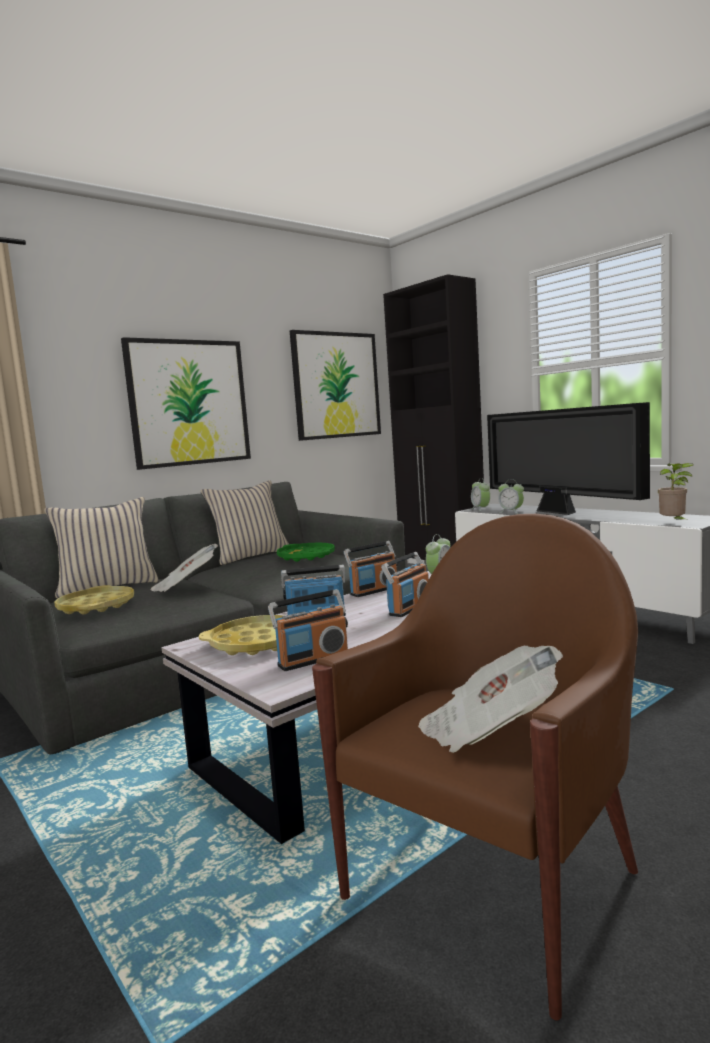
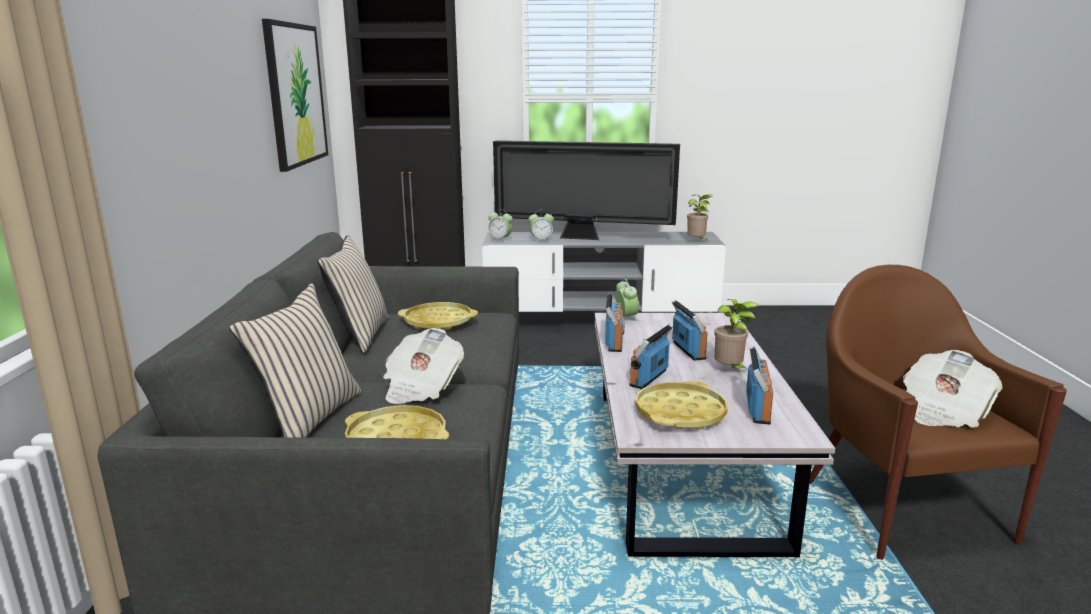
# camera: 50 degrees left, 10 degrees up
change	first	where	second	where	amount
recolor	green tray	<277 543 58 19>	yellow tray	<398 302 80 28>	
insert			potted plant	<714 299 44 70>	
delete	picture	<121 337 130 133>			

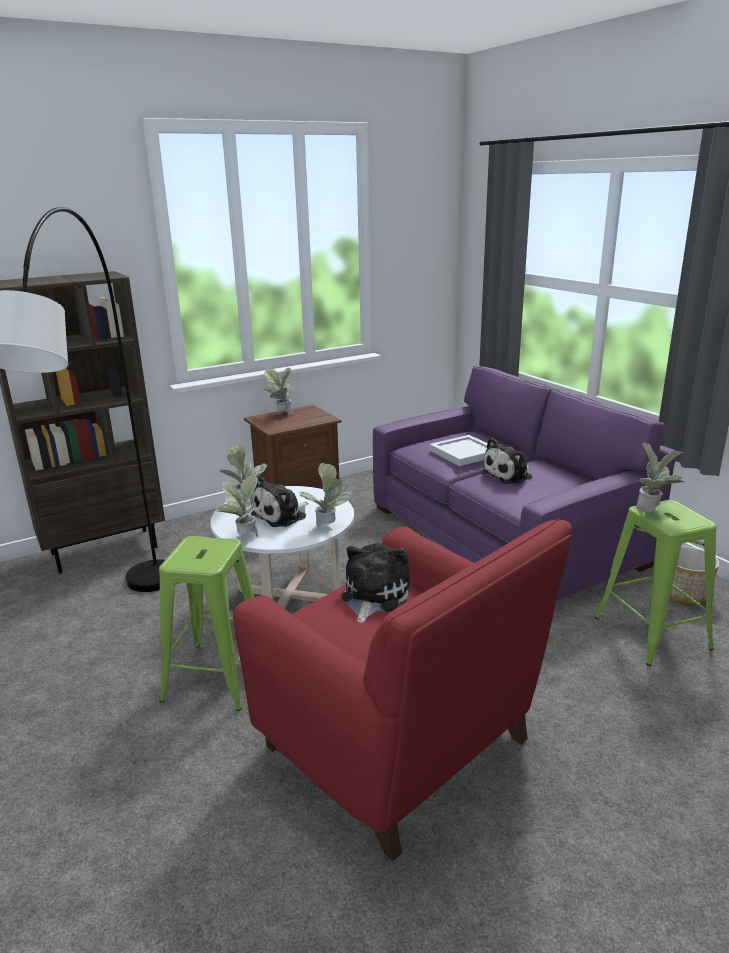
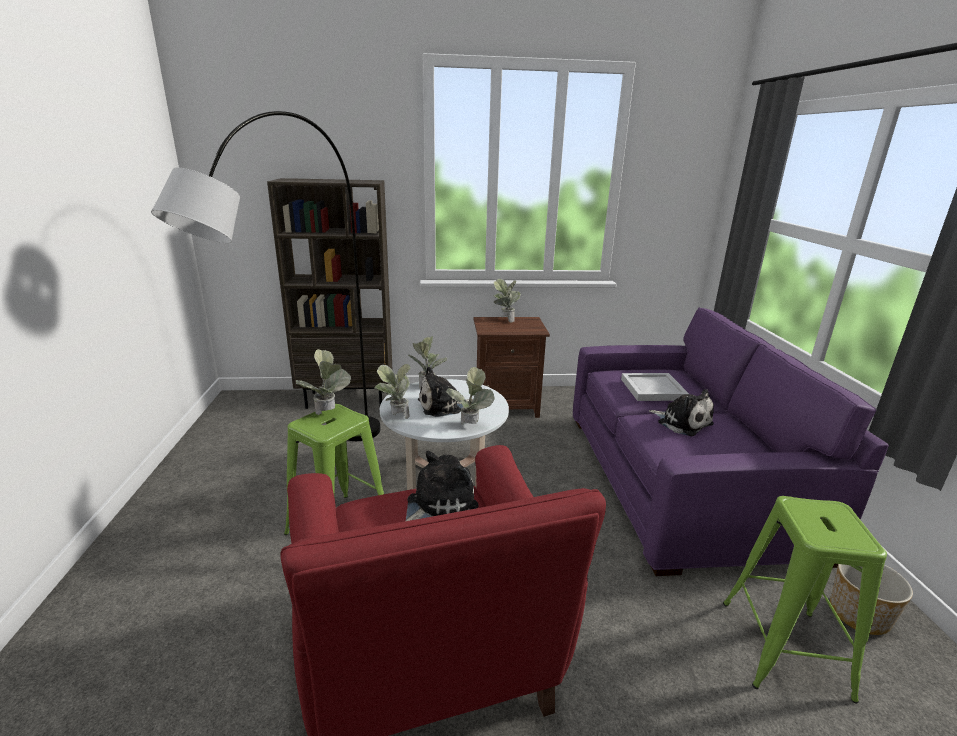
# camera: 25 degrees right, 0 degrees up
change	first	where	second	where	amount
move	potted plant	<636 443 49 69>		<296 349 55 66>	
rotate	plush toy	<481 438 51 46>		<649 389 65 47>	120 degrees counterclockwise

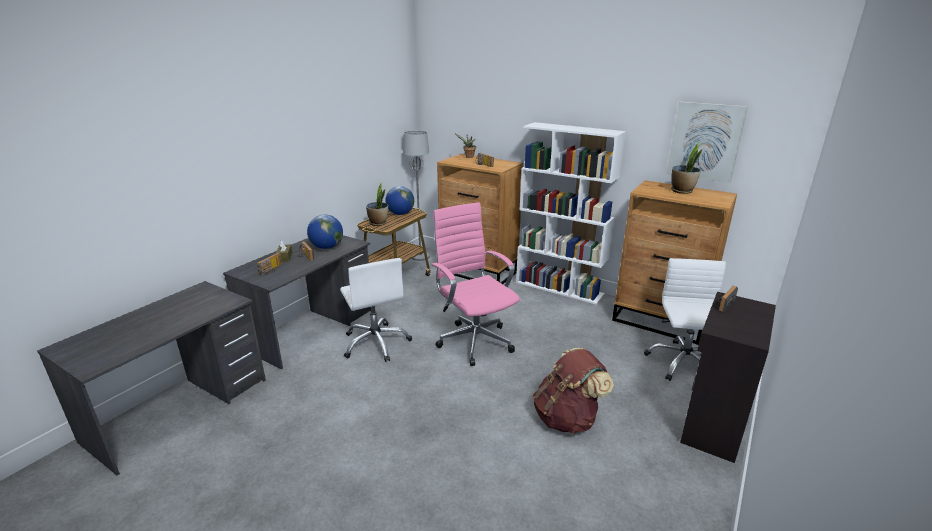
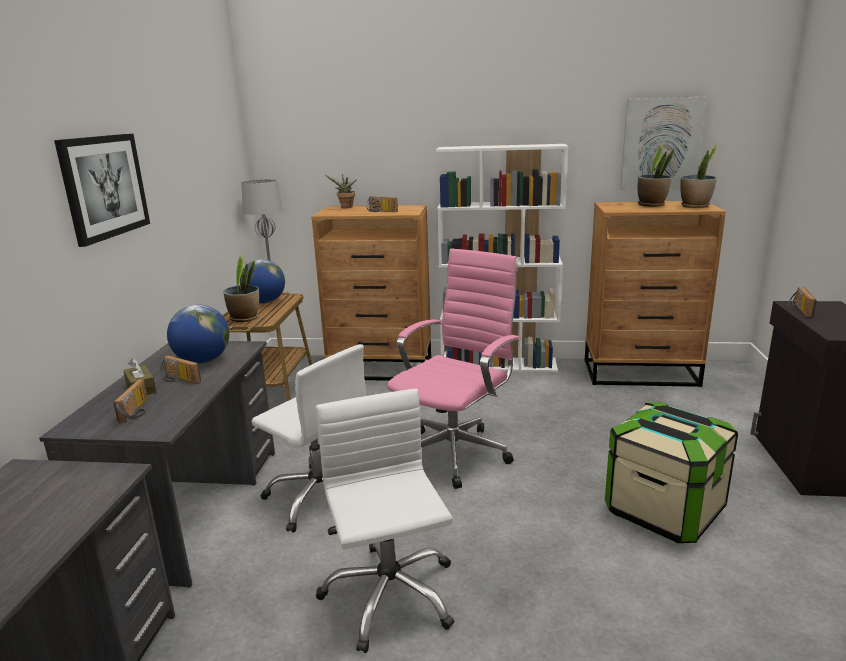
# camera: 25 degrees left, 5 degrees down
change	first	where	second	where	amount
insert			picture	<54 134 96 113>	
move	white office chair	<644 258 82 123>		<316 389 139 264>	
rotate	pink office chair	<431 202 89 164>		<387 248 134 241>	90 degrees clockwise
replace	brown backpack	<533 348 81 86>	storage box	<605 402 133 141>	
insert			potted plant	<681 144 37 64>	

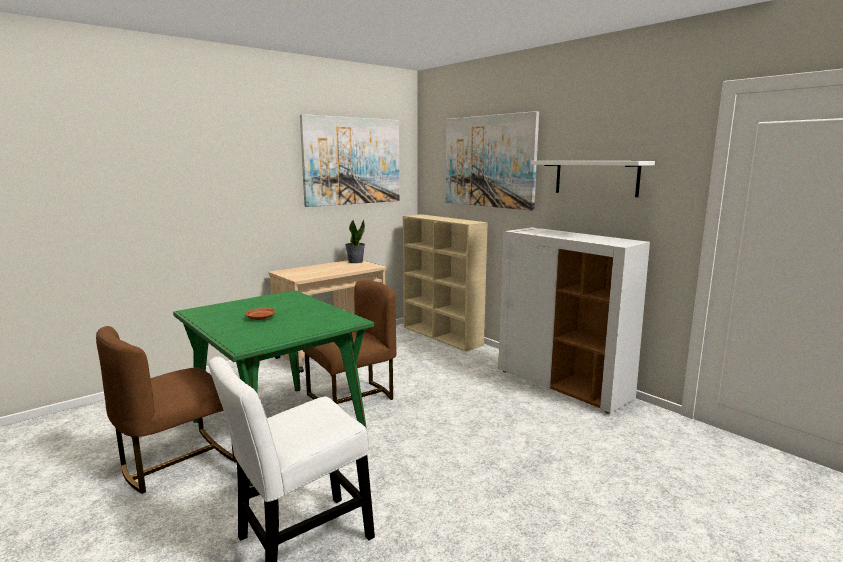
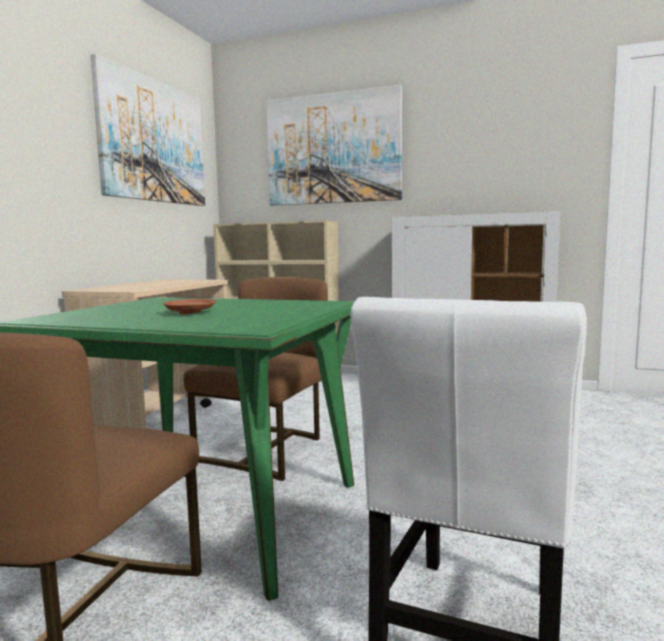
# camera: 30 degrees left, 5 degrees down
change	first	where	second	where	amount
delete	potted plant	<345 220 20 43>			
delete	white shelf	<531 161 124 36>			

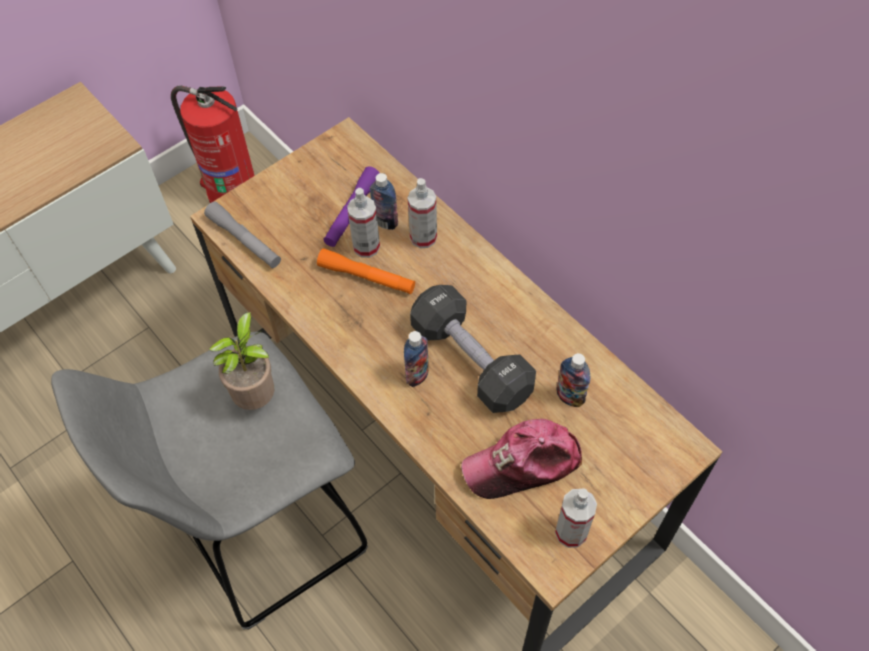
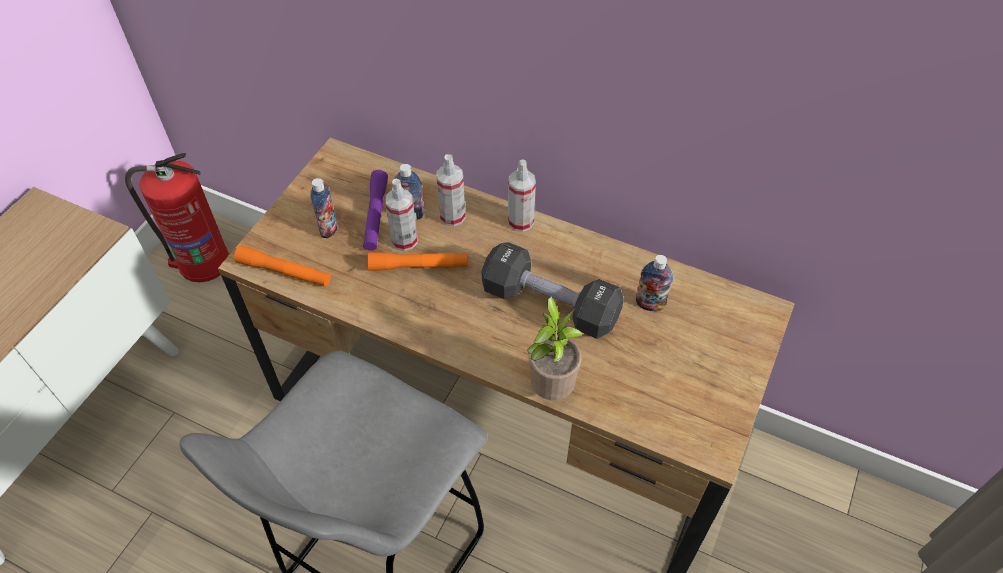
# camera: 25 degrees left, 5 degrees down
change	first	where	second	where	amount
recolor	grey flashlight	<204 202 77 66>	orange flashlight	<234 245 97 42>	
move	bottle	<404 331 25 56>		<311 178 27 60>	
move	spray bottle	<555 488 42 60>		<508 159 28 73>	
move	potted plant	<209 312 65 98>		<527 296 57 104>	
delete	cap	<461 419 121 80>			

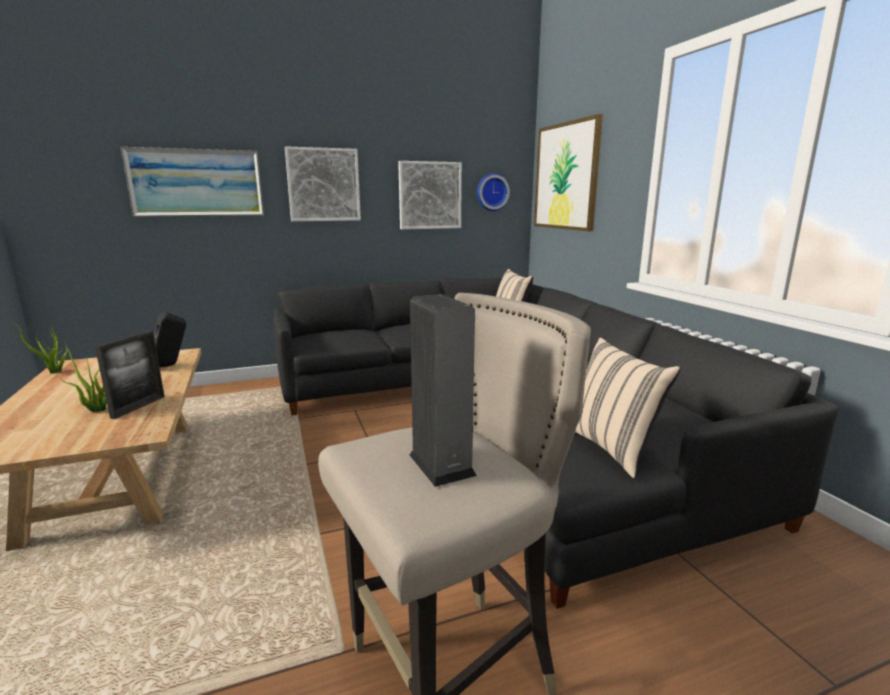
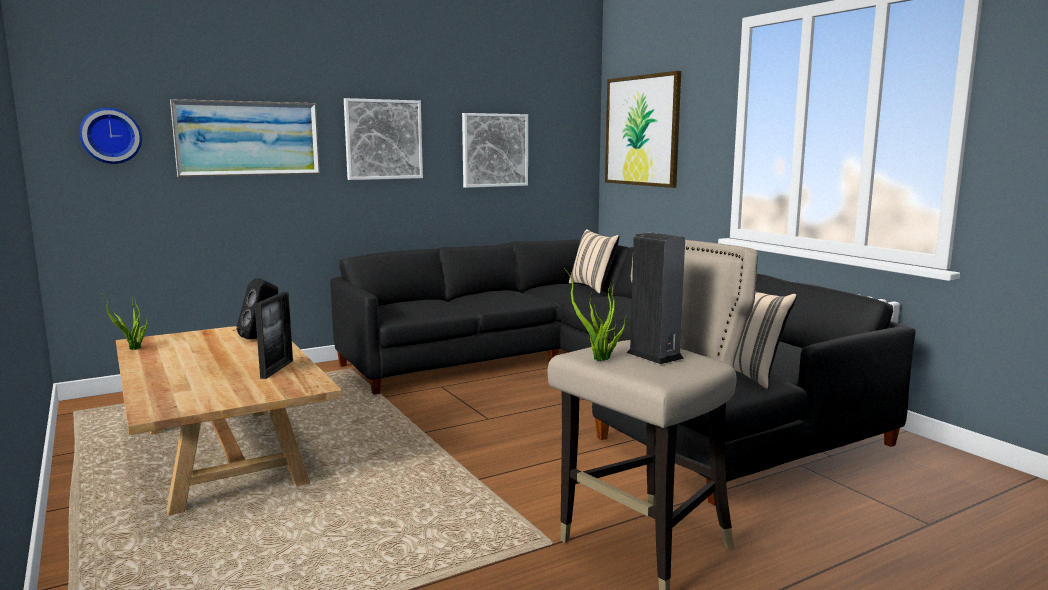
# camera: 10 degrees left, 5 degrees down
change	first	where	second	where	amount
move	wall clock	<477 173 33 38>		<79 108 63 56>	
move	potted plant	<59 344 48 68>		<564 268 61 93>	

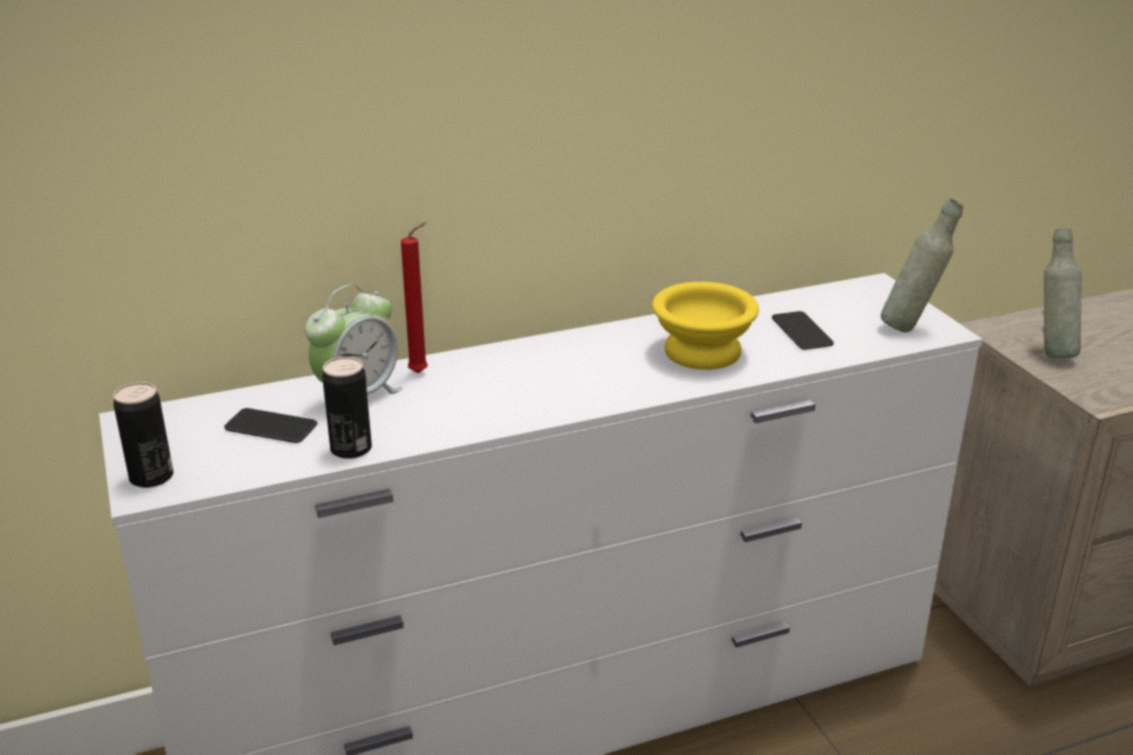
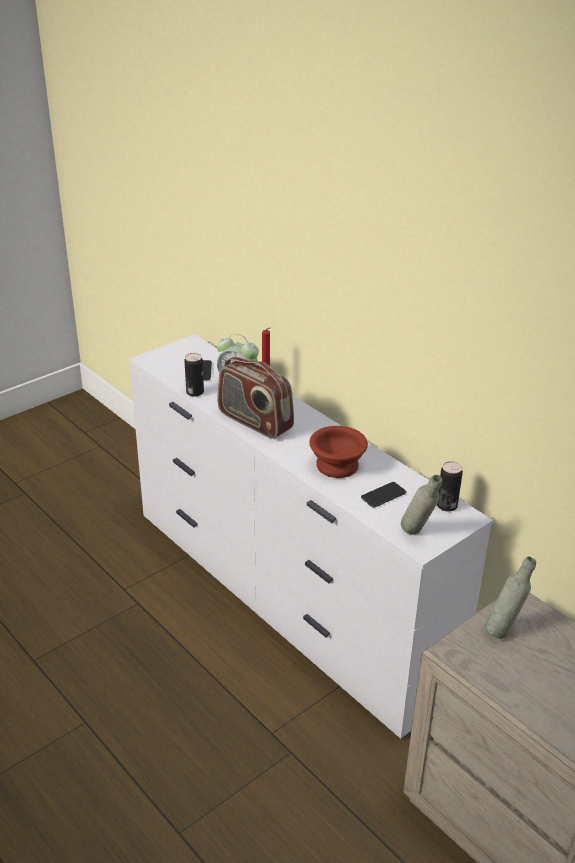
# camera: 70 degrees right, 5 degrees up
change	first	where	second	where	amount
insert			radio	<217 357 77 82>	
recolor	yellow bowl	<652 282 107 88>	brown bowl	<309 426 59 52>	
move	can	<113 382 60 106>		<437 461 26 50>	

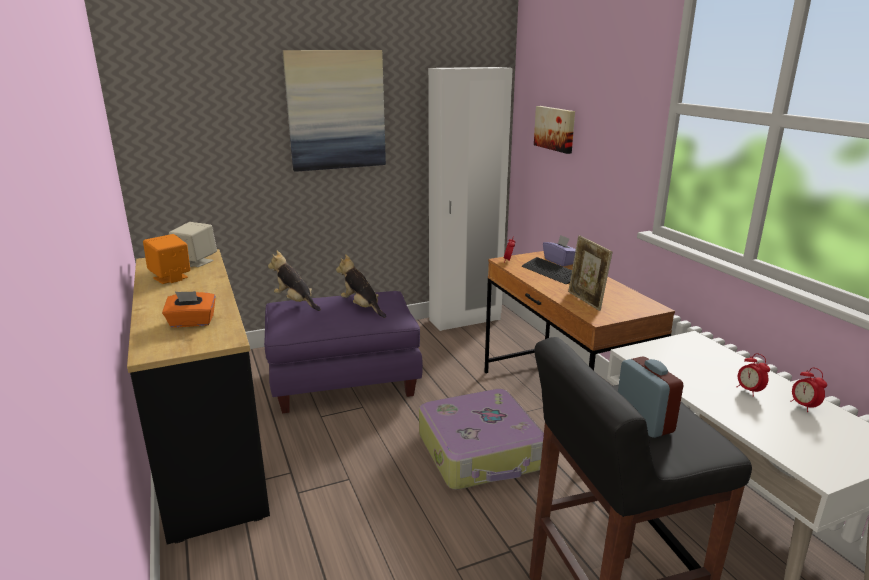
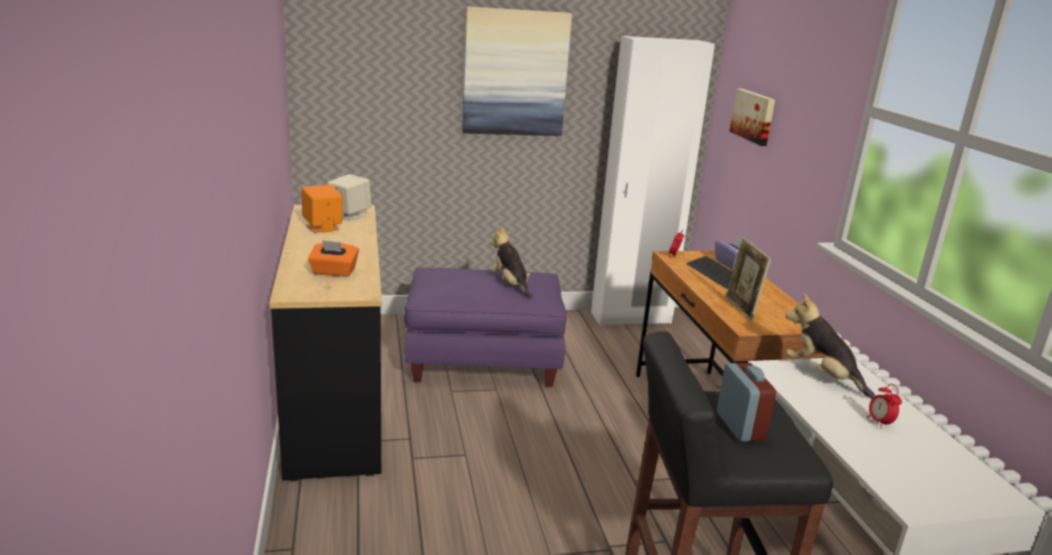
# camera: 10 degrees right, 0 degrees up
change	first	where	second	where	amount
move	plush toy	<268 251 53 60>		<785 293 90 106>	
delete	suitcase	<419 389 125 101>			
delete	alarm clock	<790 368 37 44>			

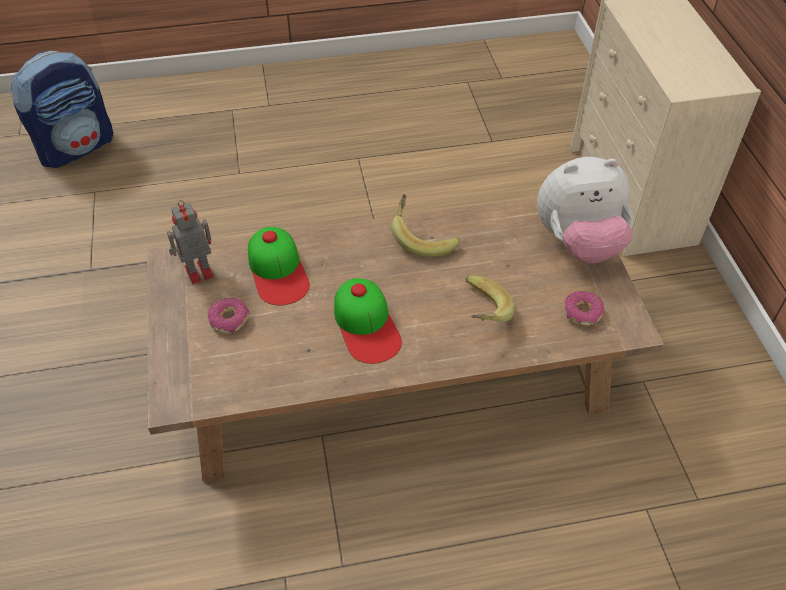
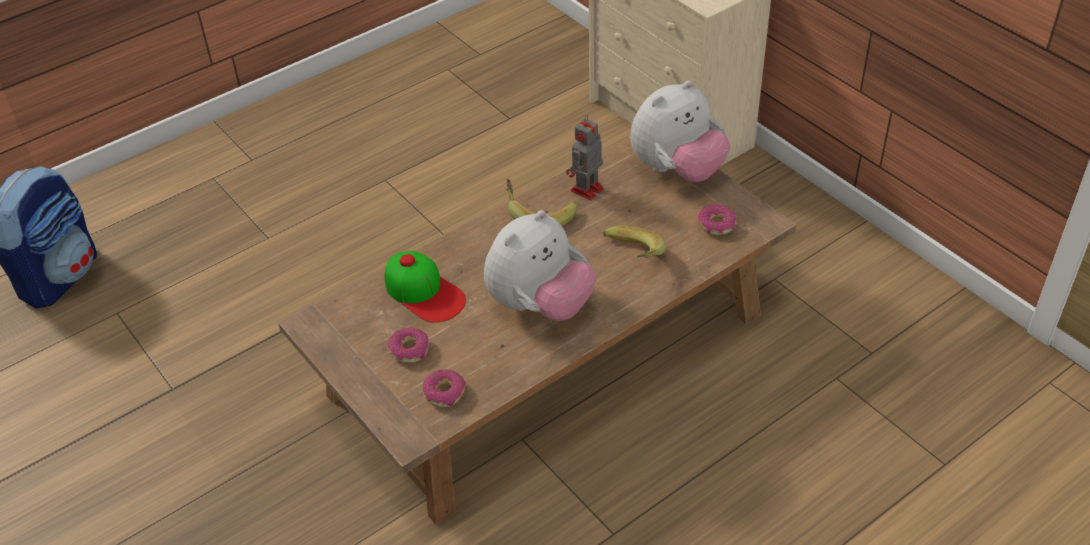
# camera: 25 degrees left, 5 degrees down
change	first	where	second	where	amount
insert			donut	<423 369 43 38>	
replace	cap	<334 278 68 86>	plush toy	<484 210 112 111>	
move	toy robot	<167 200 47 84>		<566 115 37 85>	

